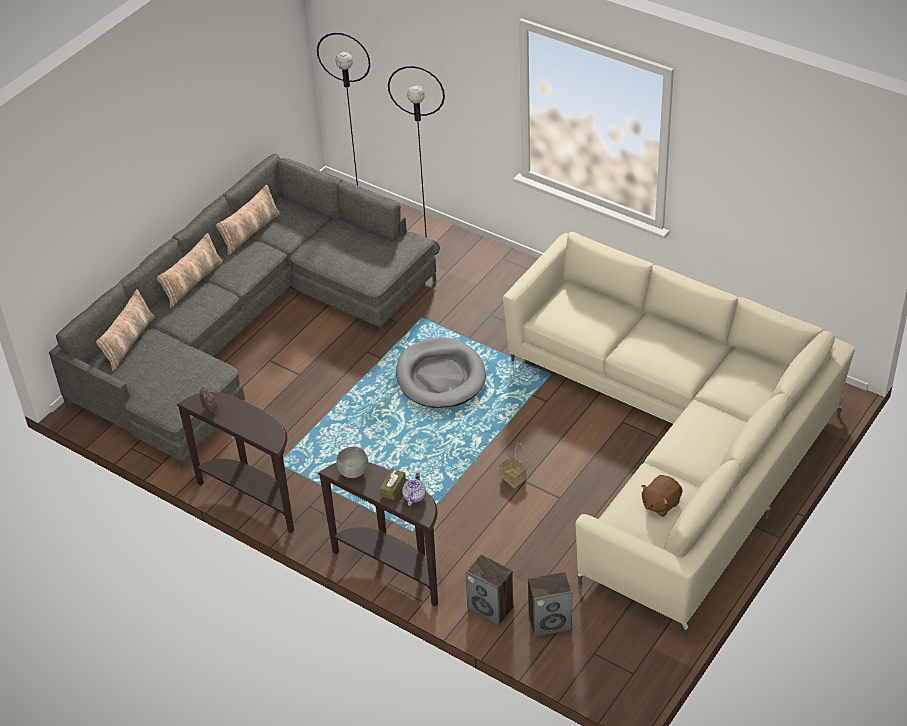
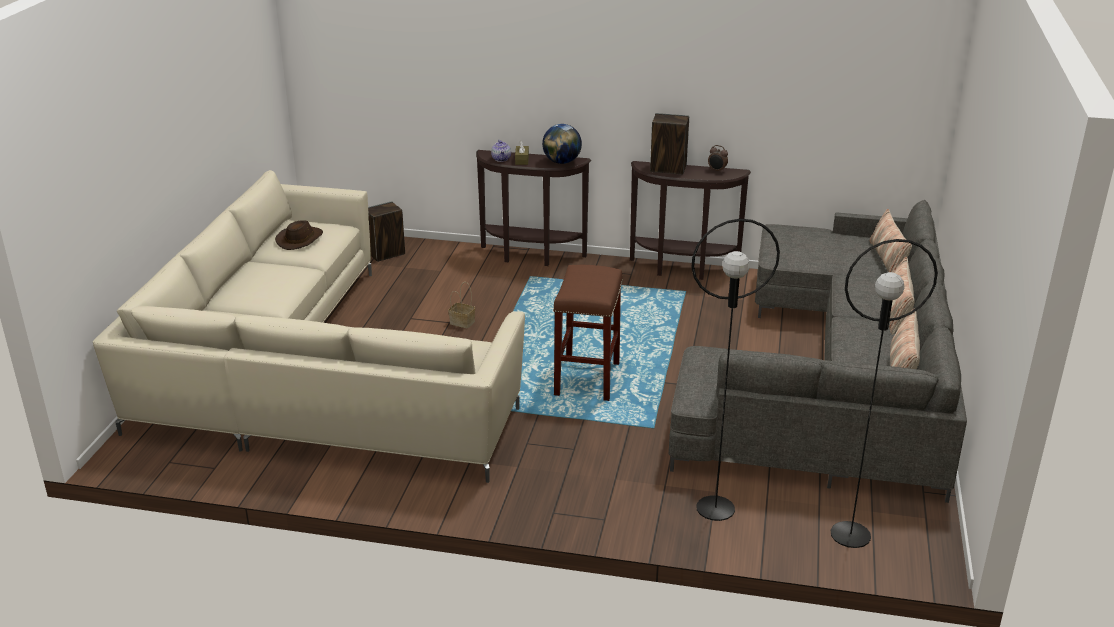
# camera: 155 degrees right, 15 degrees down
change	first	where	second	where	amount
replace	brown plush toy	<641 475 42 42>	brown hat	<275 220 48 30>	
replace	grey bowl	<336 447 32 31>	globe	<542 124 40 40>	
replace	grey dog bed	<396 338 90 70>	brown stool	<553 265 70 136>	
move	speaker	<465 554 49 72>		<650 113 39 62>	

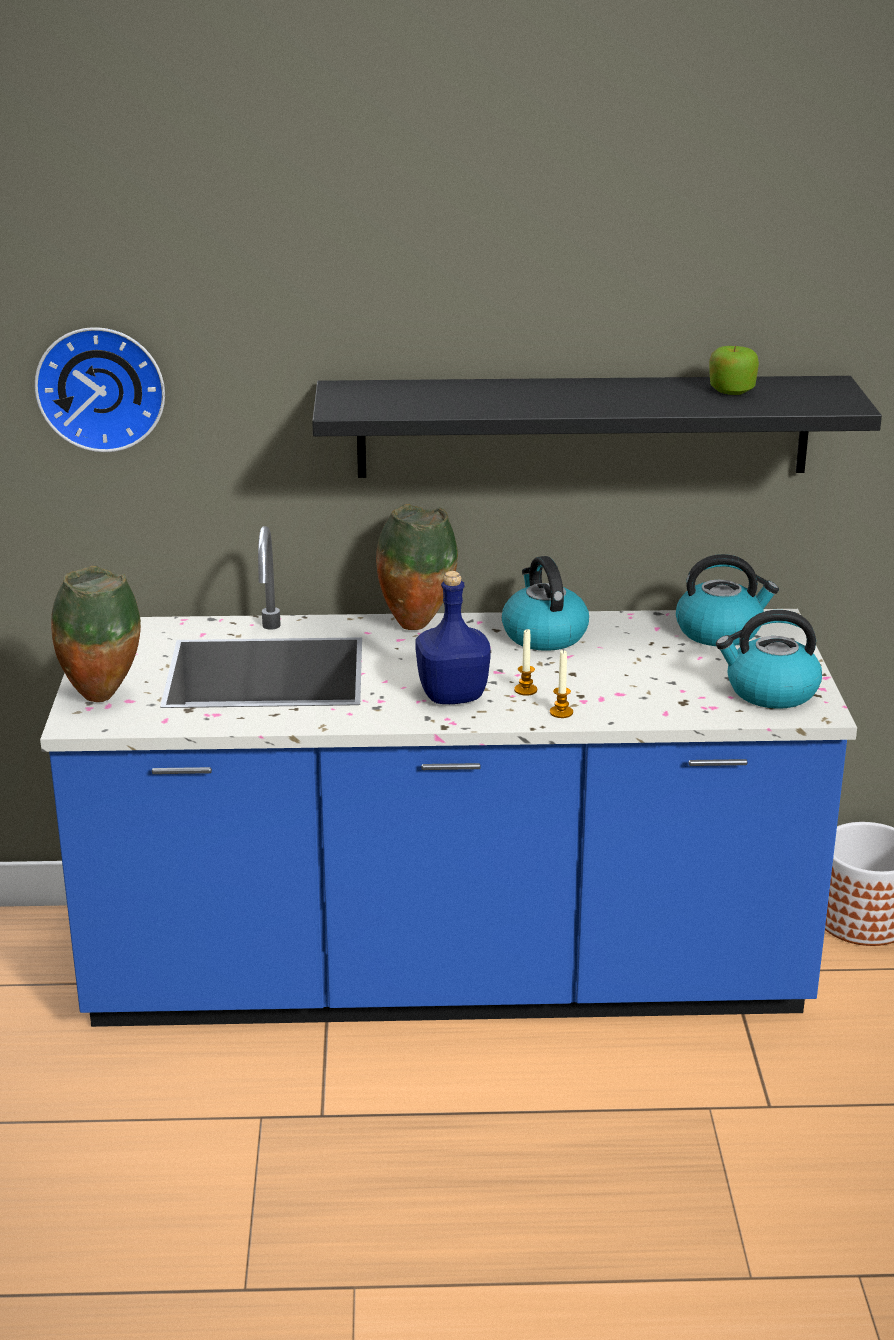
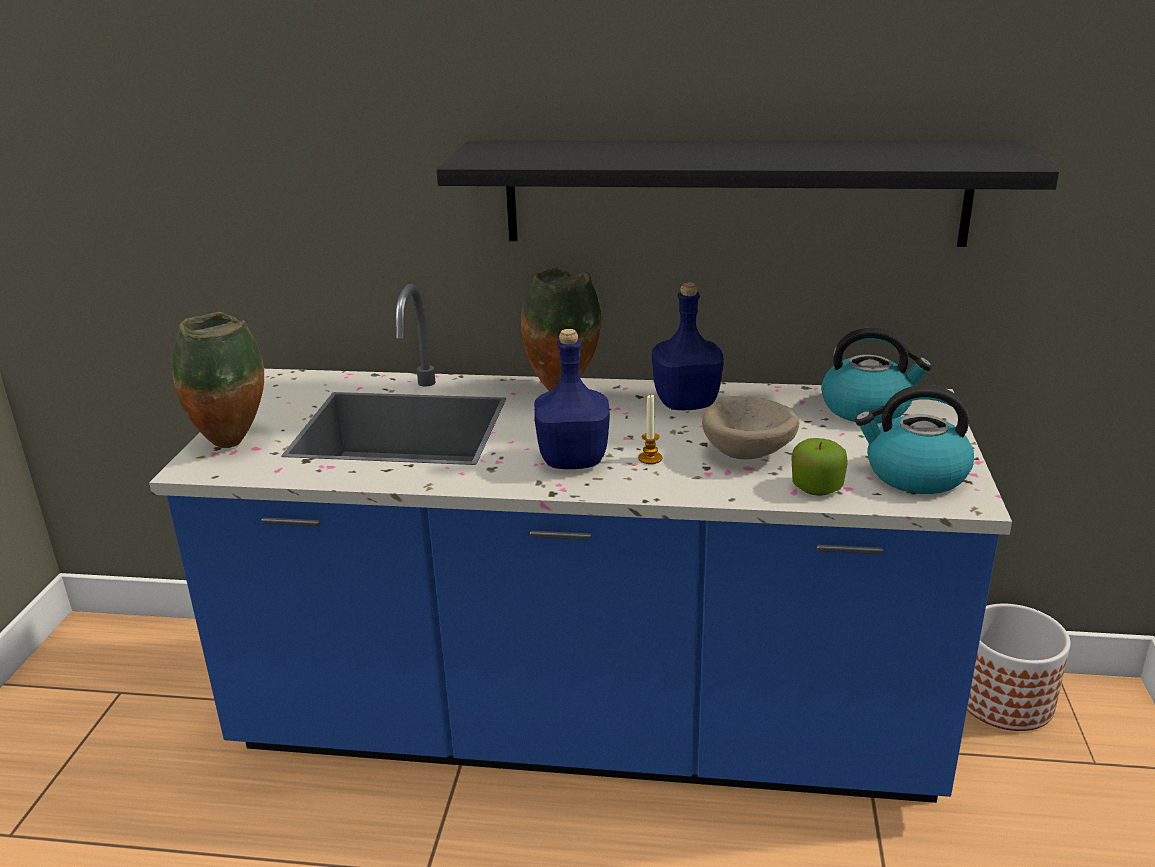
# camera: 10 degrees right, 0 degrees up
change	first	where	second	where	amount
replace	kettle	<502 556 87 95>	blue bottle	<652 282 71 128>	
insert			beige bowl	<702 396 98 63>	
move	apple	<709 345 50 50>		<792 438 56 58>	
delete	wall clock	<34 327 131 125>			
delete	candle	<550 649 23 69>			

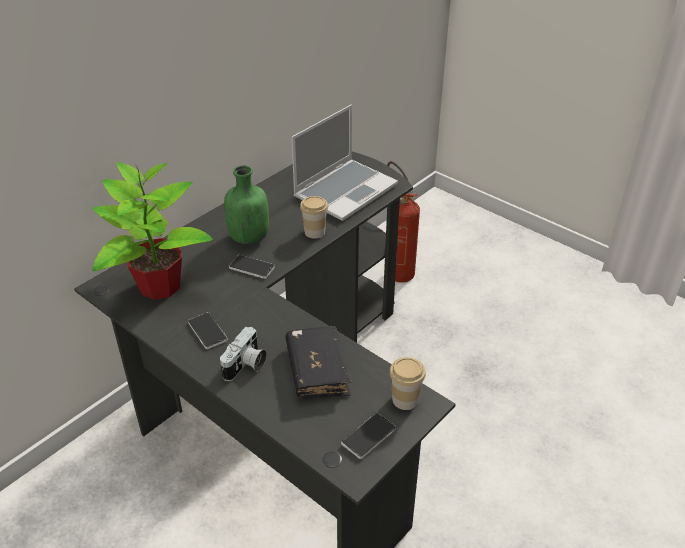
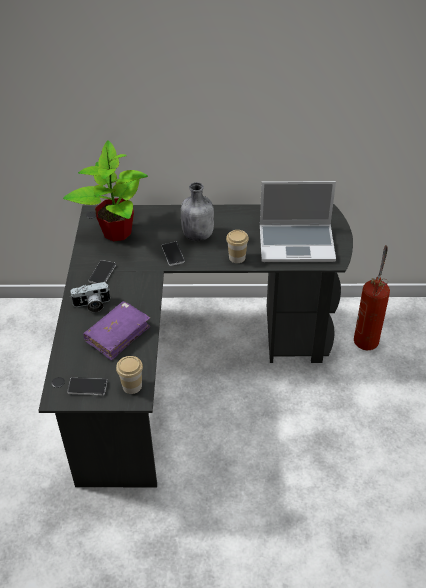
# camera: 50 degrees right, 5 degrees up
change	first	where	second	where	amount
recolor	black book	<285 326 67 73>	purple book	<83 301 67 59>	
recolor	green bottle	<224 166 45 78>	grey bottle	<181 182 33 59>	

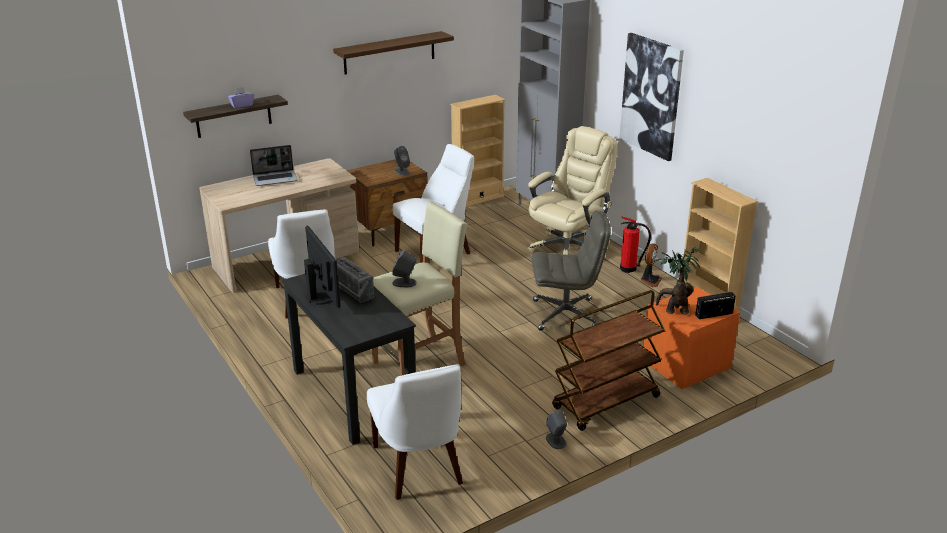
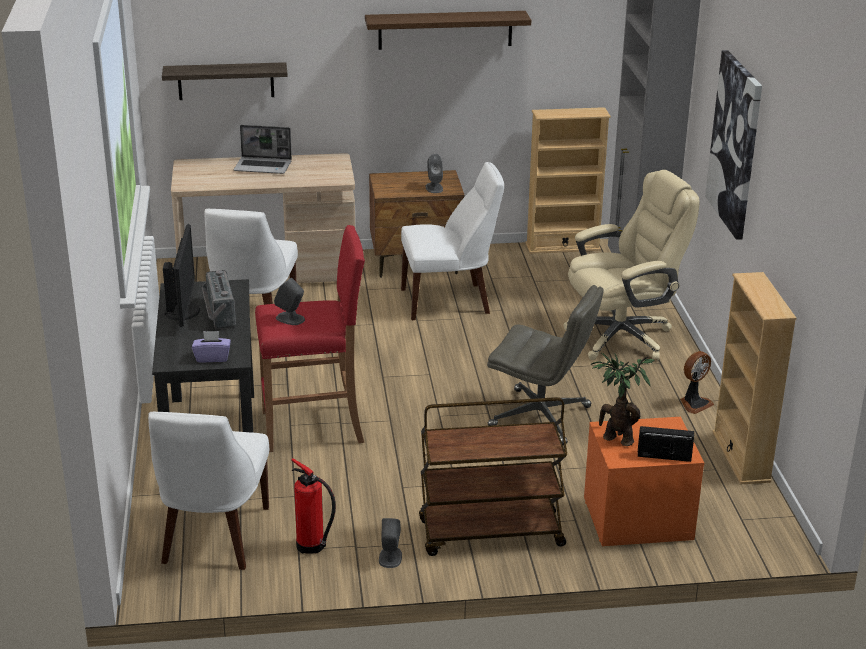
# camera: 25 degrees right, 0 degrees up
change	first	where	second	where	amount
move	purple tissue box	<228 87 26 21>		<192 331 39 32>	
recolor	beige stool	<372 201 95 175>	red stool	<255 225 110 227>	
move	fire extinguisher	<620 217 31 56>		<291 458 45 96>	

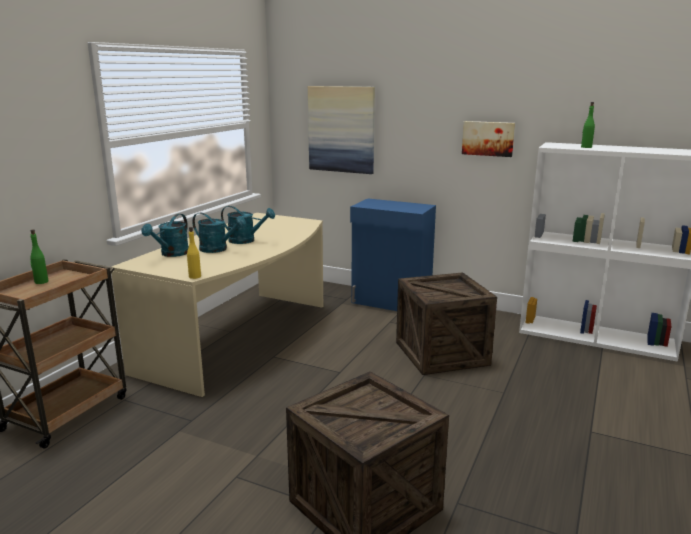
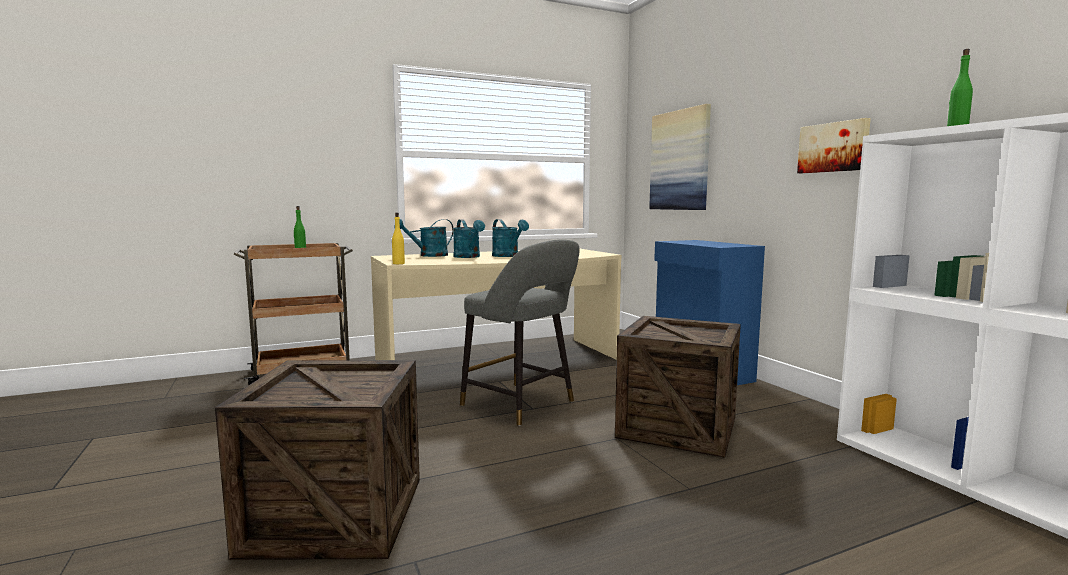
# camera: 40 degrees right, 10 degrees down
change	first	where	second	where	amount
insert			grey stool	<460 239 120 187>	

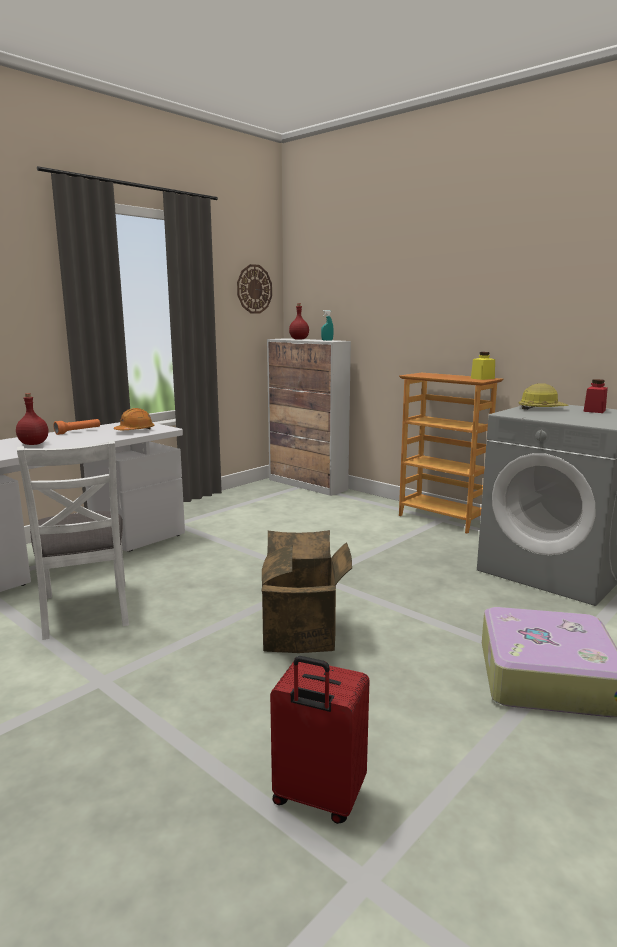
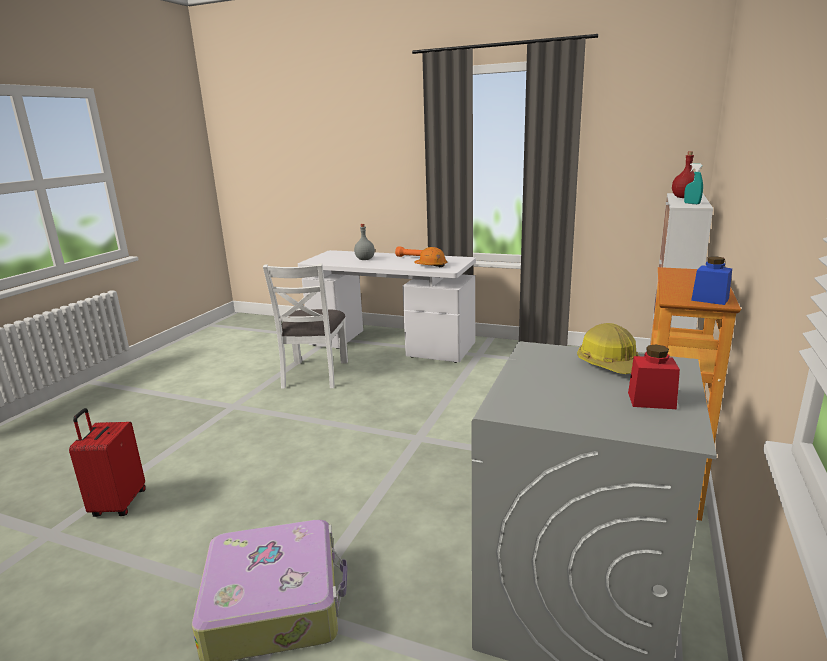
# camera: 70 degrees right, 5 degrees up
change	first	where	second	where	amount
rotate	white chair	<17 440 112 200>		<263 263 85 126>	45 degrees counterclockwise
recolor	red bottle	<16 393 32 52>	grey bottle	<354 224 21 36>	
recolor	yellow jar	<471 352 24 28>	blue jar	<691 256 41 49>	
delete	wall clock	<237 264 35 50>			
delete	cardboard box	<261 530 91 123>			

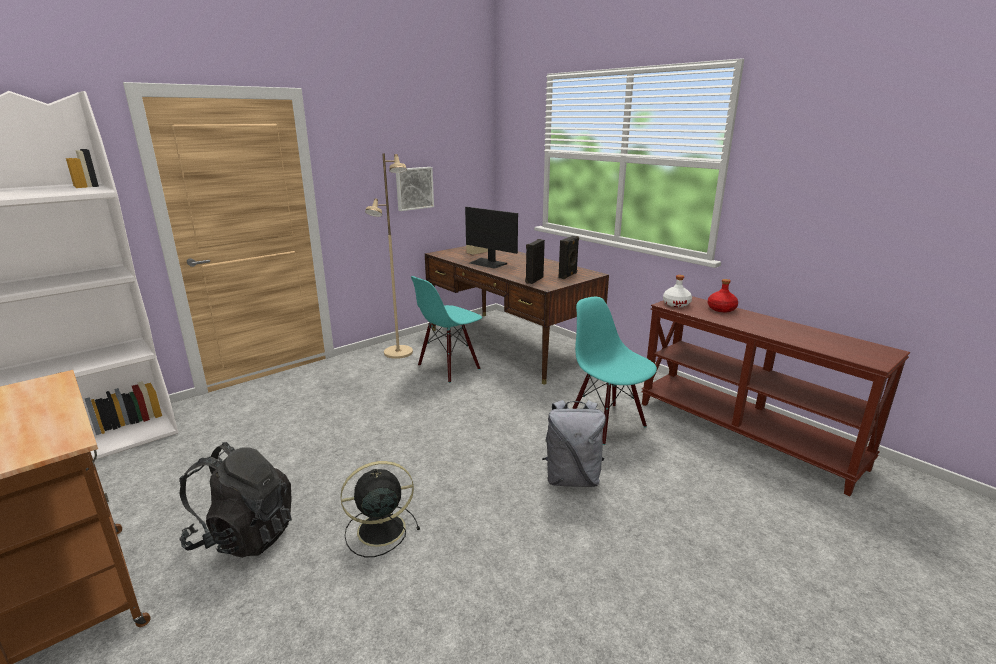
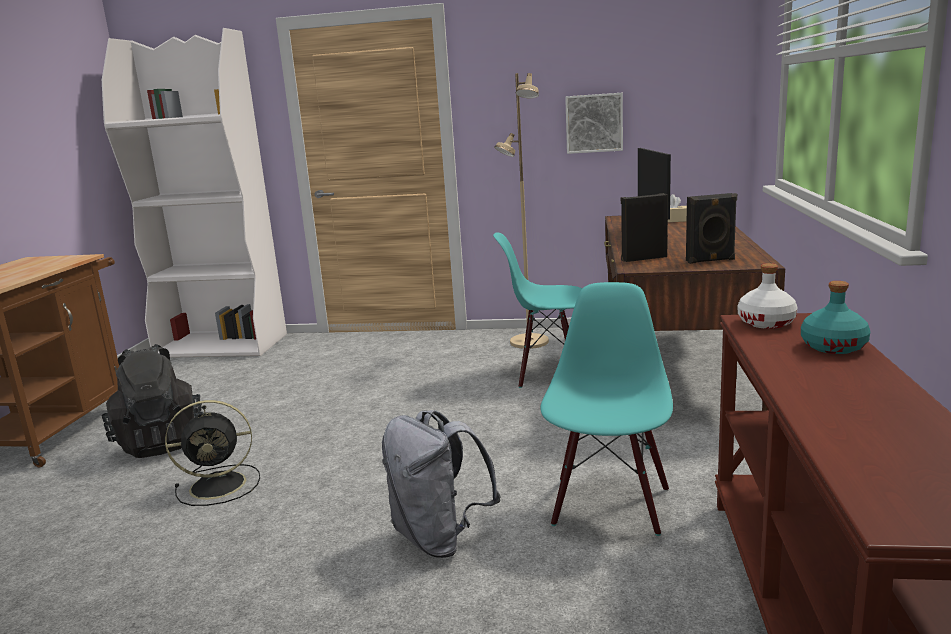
# camera: 50 degrees right, 5 degrees down
change	first	where	second	where	amount
rotate	black fan	<340 461 80 96>		<165 400 95 106>	135 degrees clockwise
recolor	red bottle	<708 279 30 33>	turquoise bottle	<801 281 69 73>	

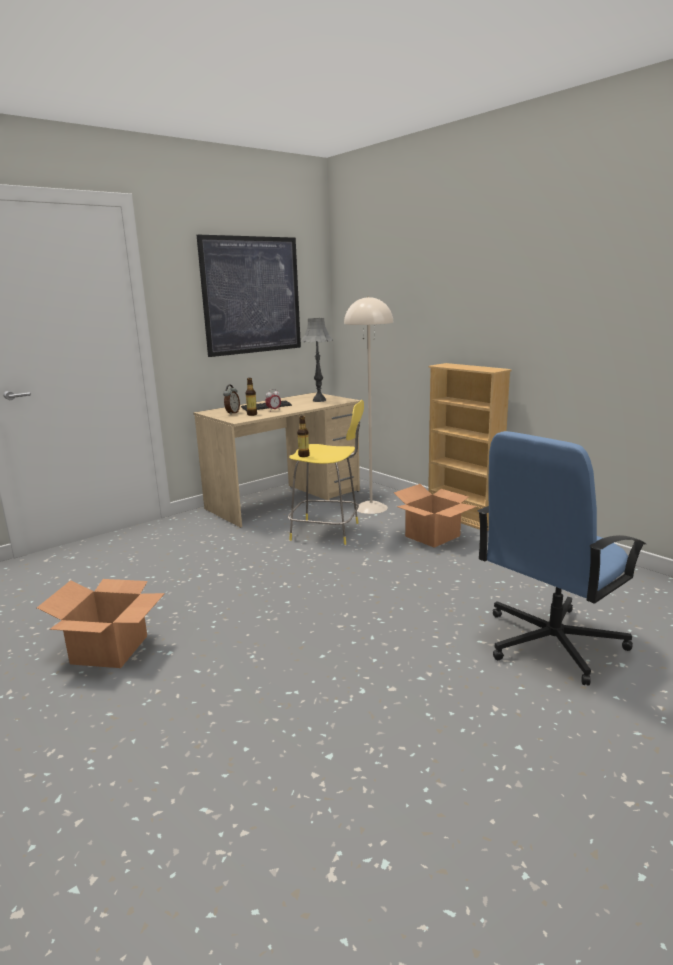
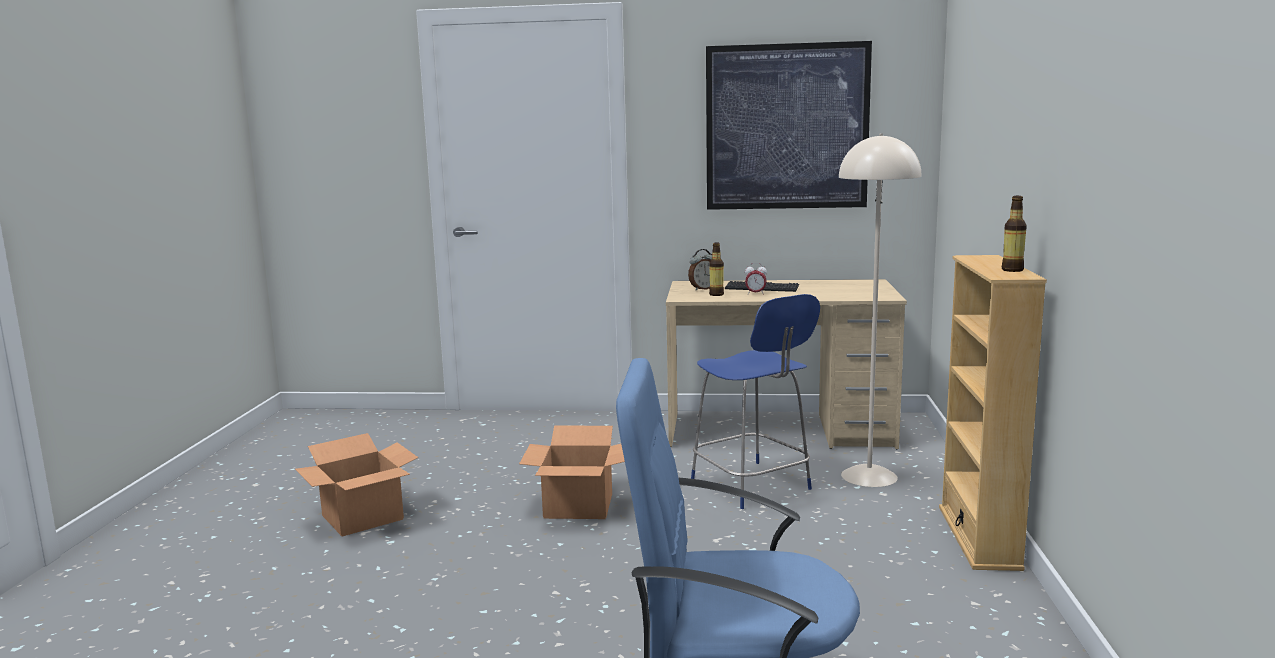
# camera: 45 degrees right, 5 degrees down
change	first	where	second	where	amount
move	cardboard box	<394 484 83 64>		<519 426 106 93>	
recolor	yellow stool	<288 400 76 145>	blue stool	<691 294 129 215>	
move	bottle	<297 416 13 41>		<1002 196 25 76>	
delete	grey table lamp	<301 318 32 84>			

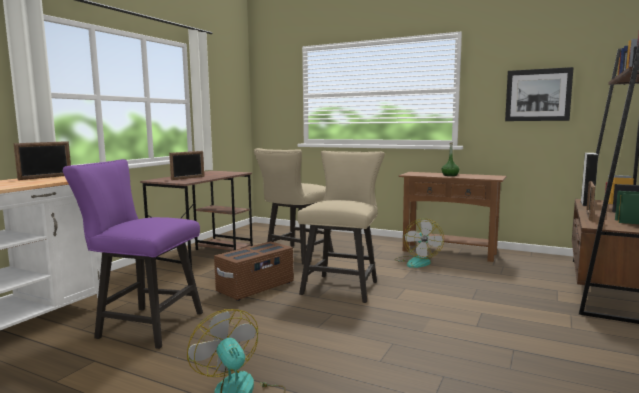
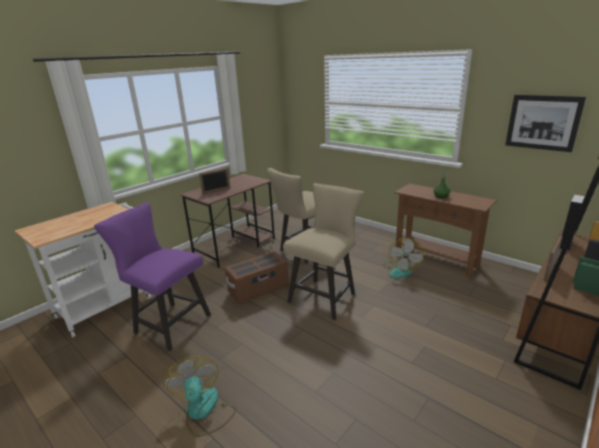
# camera: 15 degrees right, 15 degrees up
change	first	where	second	where	amount
delete	picture frame	<13 141 58 39>			

